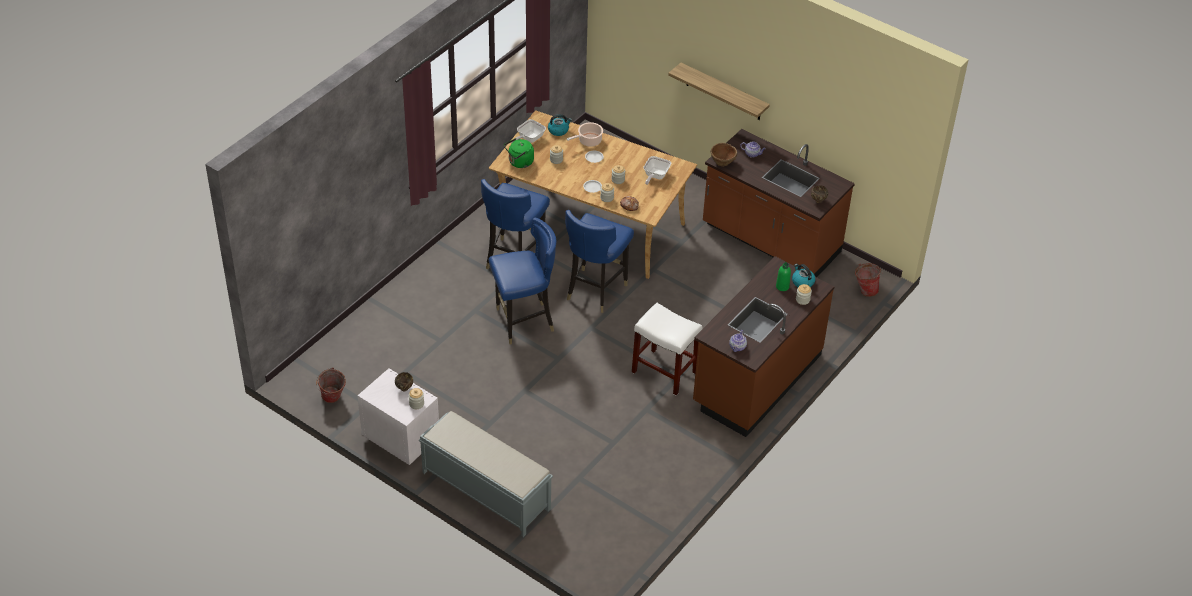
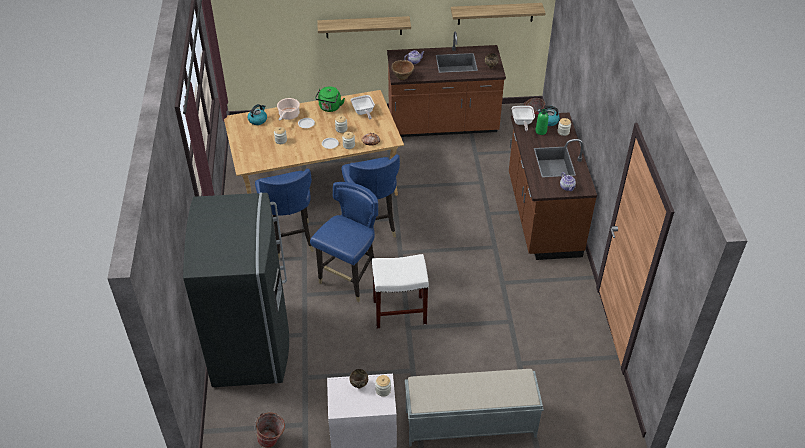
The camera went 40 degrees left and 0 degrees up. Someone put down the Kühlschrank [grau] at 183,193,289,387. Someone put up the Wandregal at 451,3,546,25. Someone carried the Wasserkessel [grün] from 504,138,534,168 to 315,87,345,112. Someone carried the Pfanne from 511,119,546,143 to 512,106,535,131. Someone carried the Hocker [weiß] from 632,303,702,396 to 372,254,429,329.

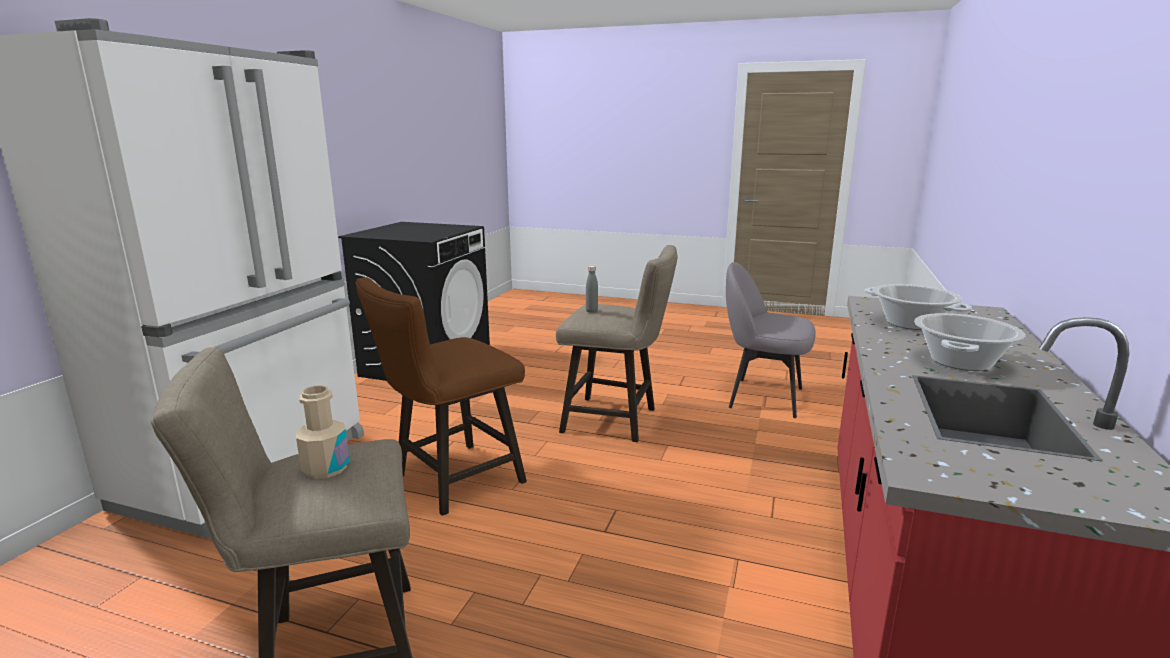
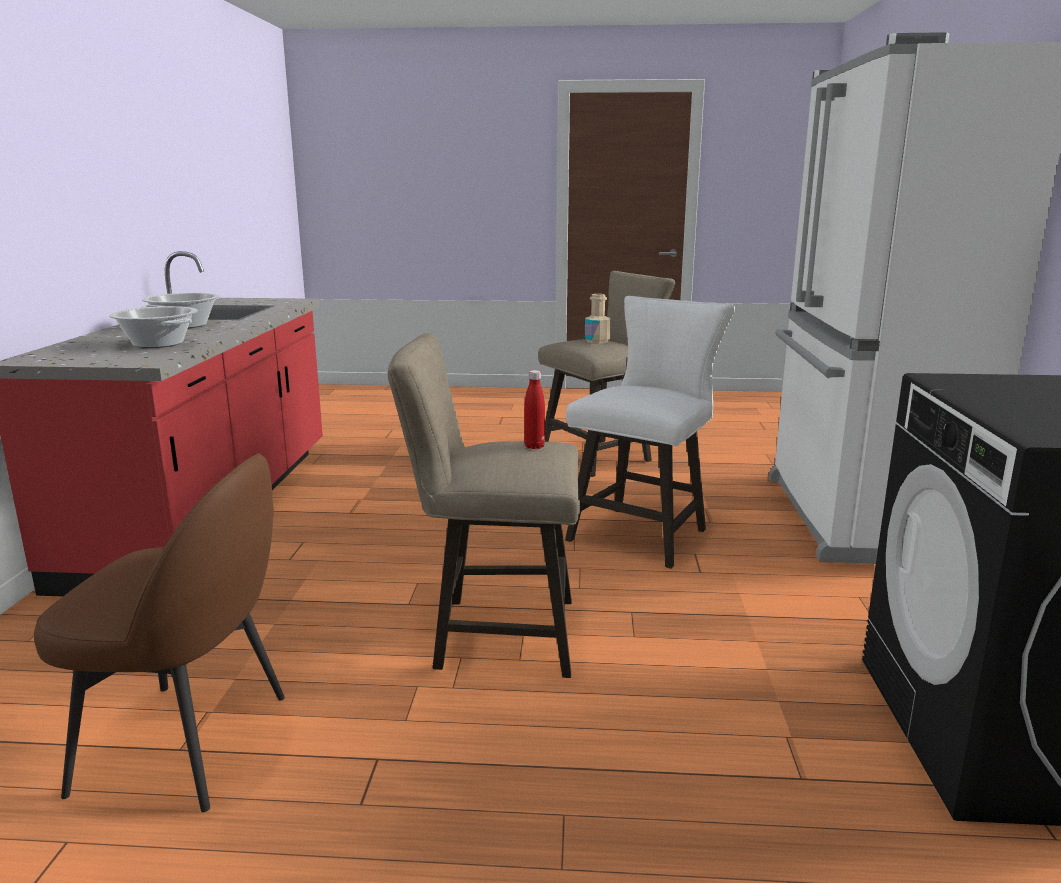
The camera went 165 degrees right and 0 degrees up. Someone repainted the Hocker [braun] at 355,277,527,516, which became the Hocker [weiß] at 565,296,735,569. Someone repainted the Flasche [grau] at 586,266,598,313, which became the Flasche [rot] at 524,370,545,449. Someone repainted the Stuhl [grau] at 726,262,816,418, which became the Stuhl [braun] at 34,453,285,812.

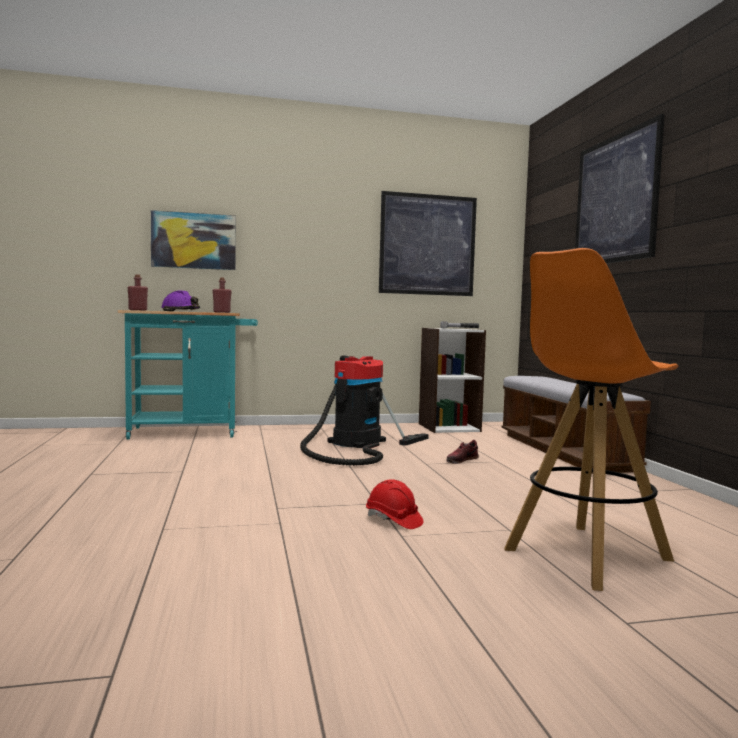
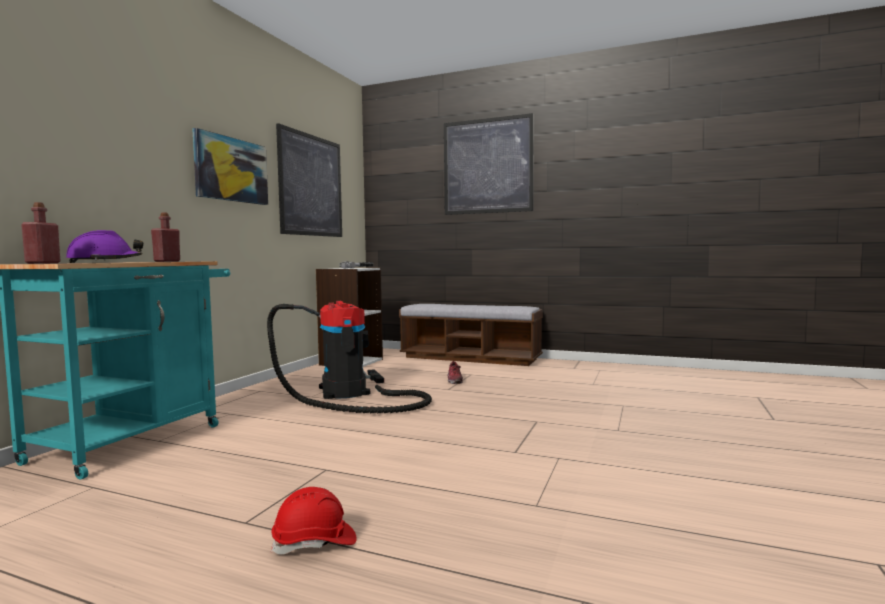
The camera went 55 degrees left and 0 degrees up. Someone took away the Hocker [orange] at 505,248,679,591. Someone carried the Bild from 151,210,236,270 to 192,128,268,205. Someone carried the Schutzhelm [rot] from 366,479,424,529 to 271,487,357,554.

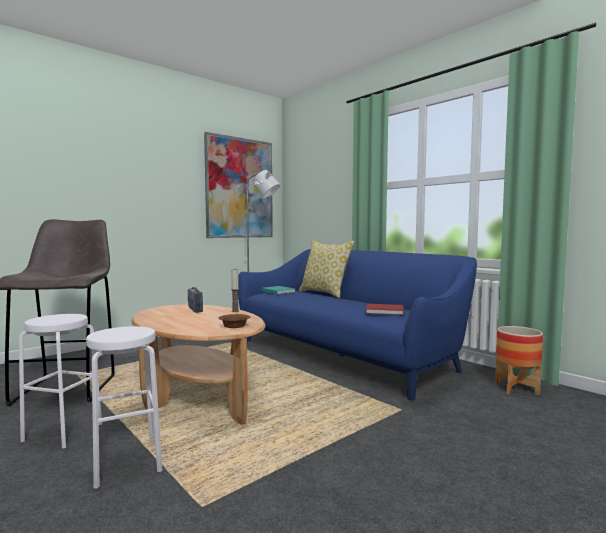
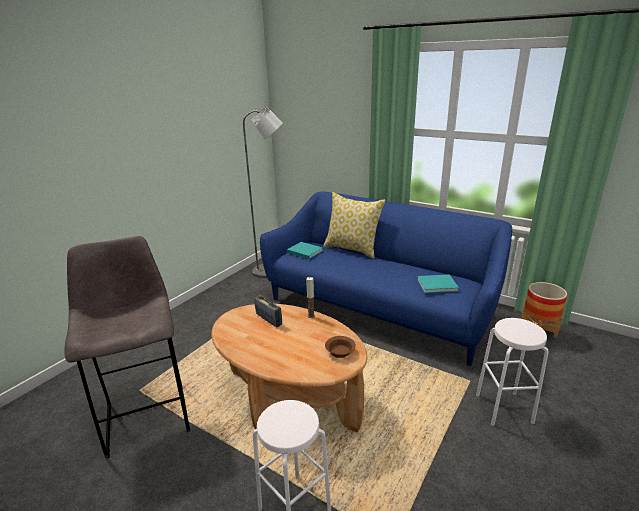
The camera went 15 degrees left and 20 degrees up. Someone took away the Bild at 204,132,273,238. Someone carried the Hocker [weiß] from 19,314,102,449 to 476,318,549,426. Someone repainted the Buch [rot] at 366,304,404,315, which became the Buch [türkis] at 417,275,459,293.

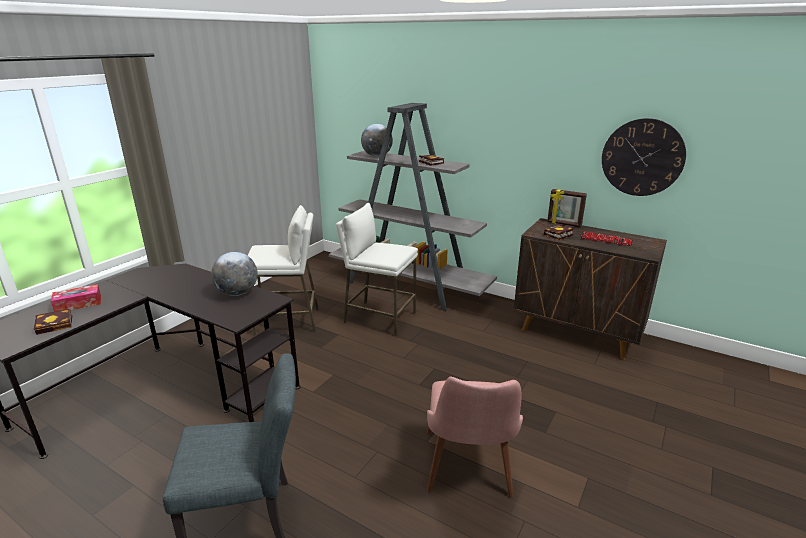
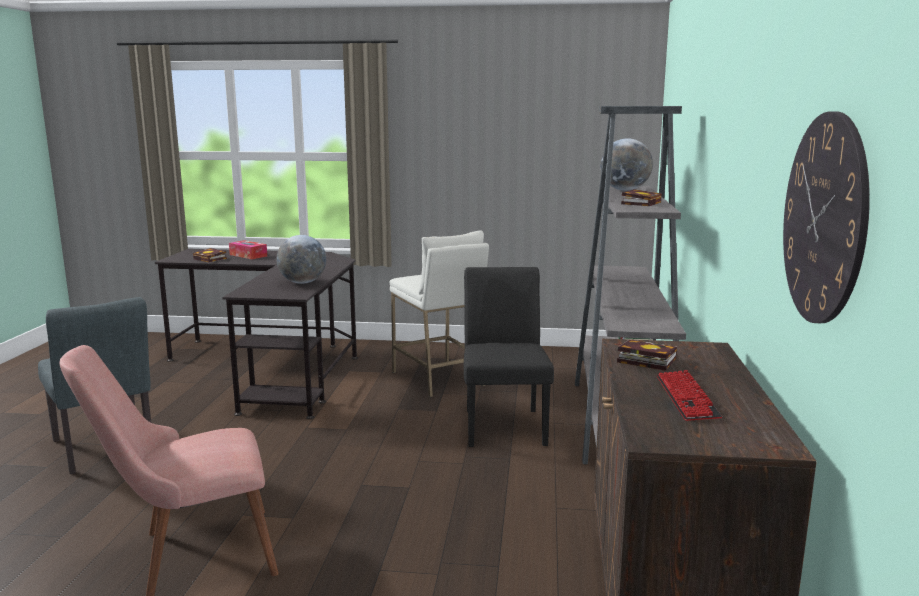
The camera went 65 degrees right and 10 degrees down. Someone took away the Bilderrahmen at 547,189,587,227. Someone swapped the Hocker [weiß] at 336,203,418,336 for the Stuhl [schwarz] at 463,267,554,447.

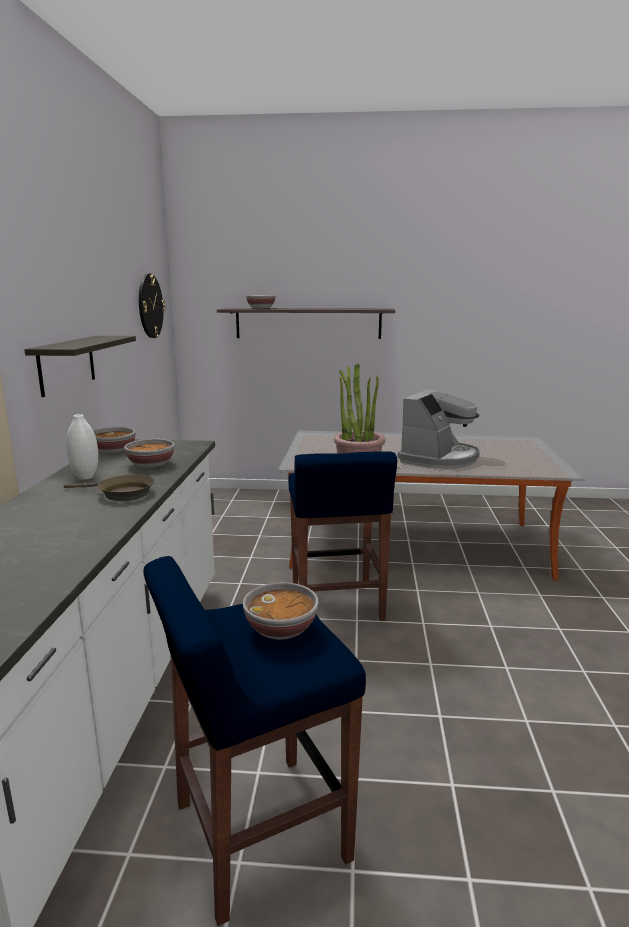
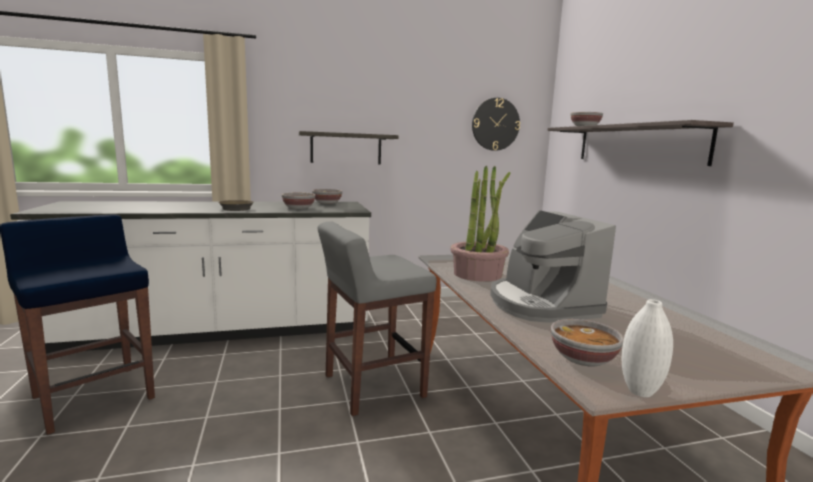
The camera went 70 degrees right and 5 degrees down. Someone carried the Vase [weiß] from 66,414,98,480 to 622,299,673,397. Someone carried the Schüssel from 243,582,319,640 to 551,319,624,367. Someone repainted the Hocker [blau] at 288,451,397,621, which became the Hocker [grau] at 318,221,436,416. Someone rotated the Kaffeemaschine at 398,389,480,469 by 60 degrees clockwise.

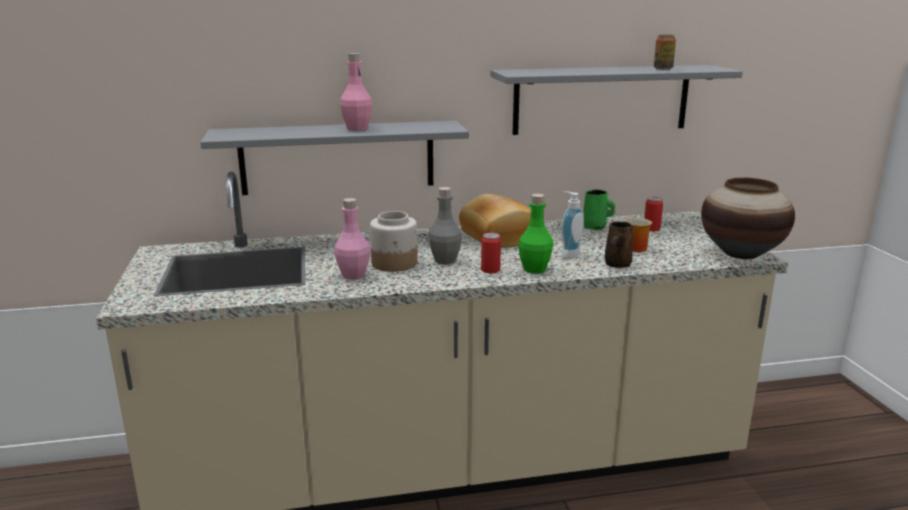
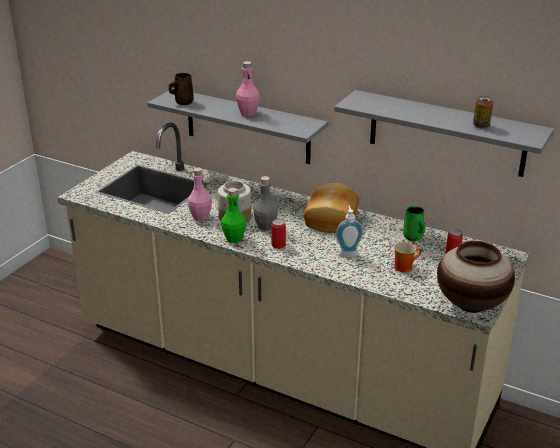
The camera went 40 degrees right and 10 degrees up. Someone carried the Flasche [grün] from 518,194,553,274 to 221,188,247,243. Someone carried the Henkelbecher [braun] from 605,222,633,268 to 169,73,194,105.

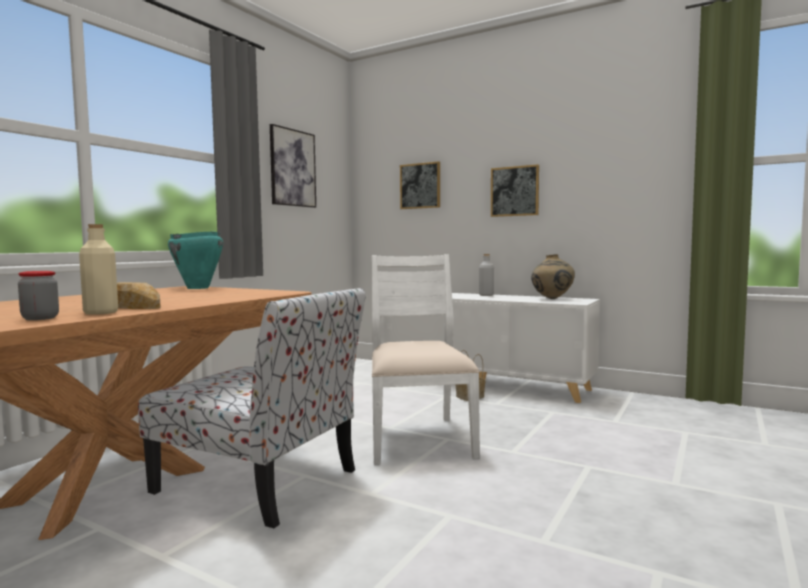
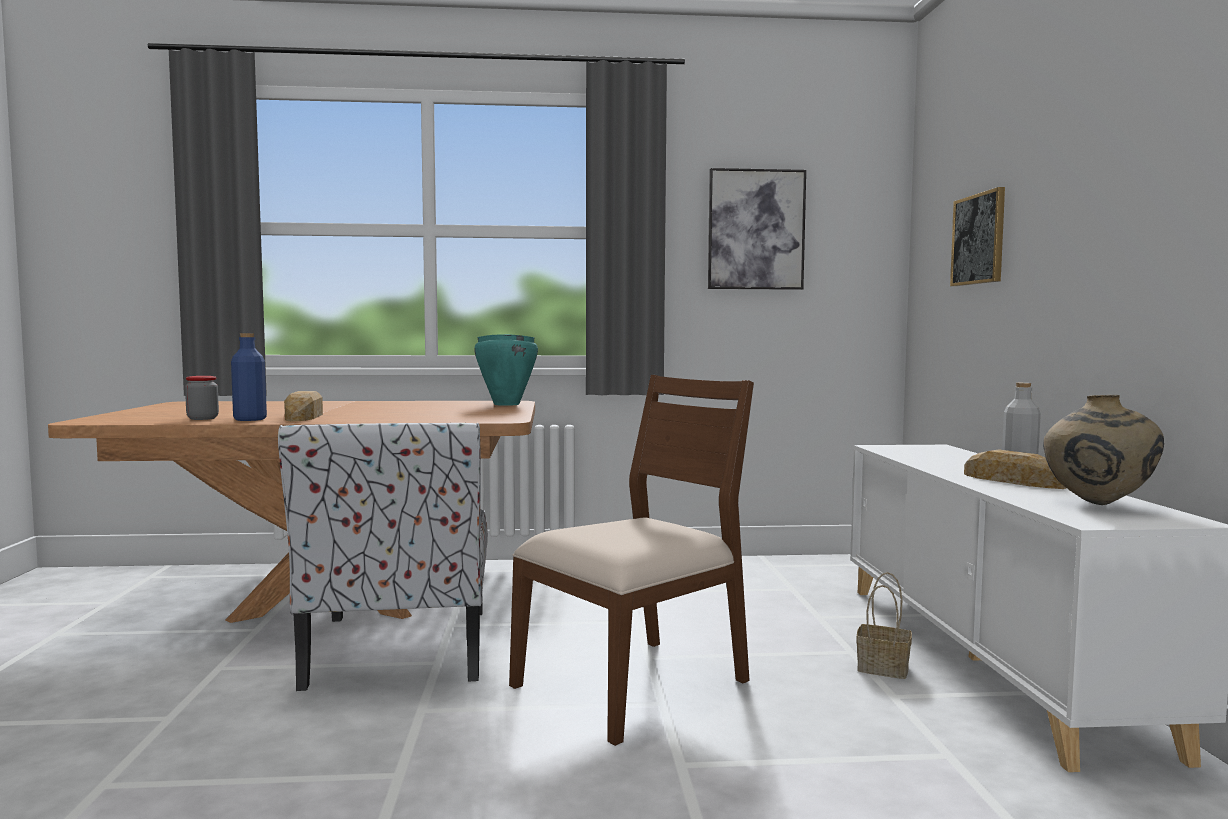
The camera went 55 degrees right and 0 degrees up. Someone took away the Bild at 491,164,539,217. Someone put down the Brot at 964,449,1066,489. Someone repainted the Flasche [beige] at 79,224,118,315, which became the Flasche [blau] at 231,333,267,421. Someone repainted the Stuhl [weiß] at 372,254,480,465, which became the Stuhl [braun] at 509,375,754,746.

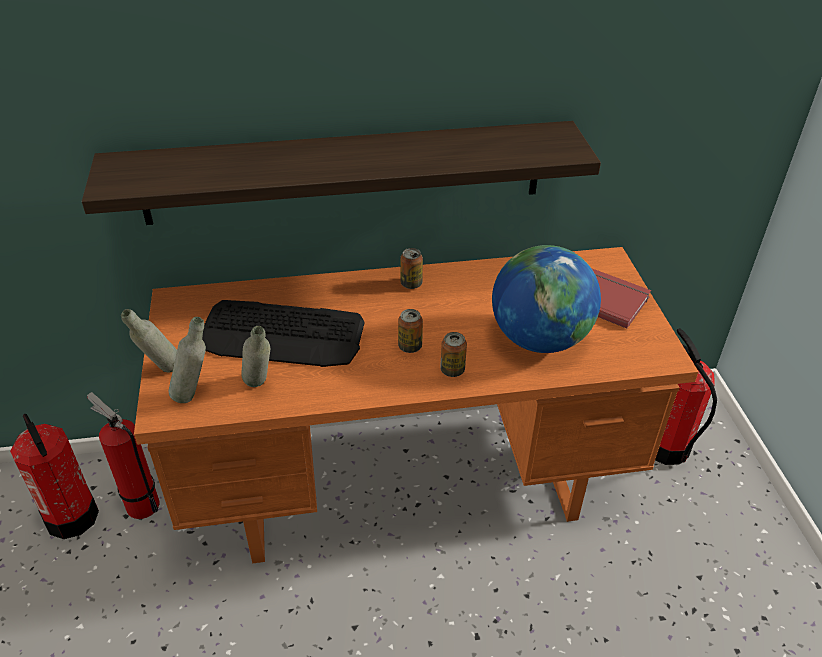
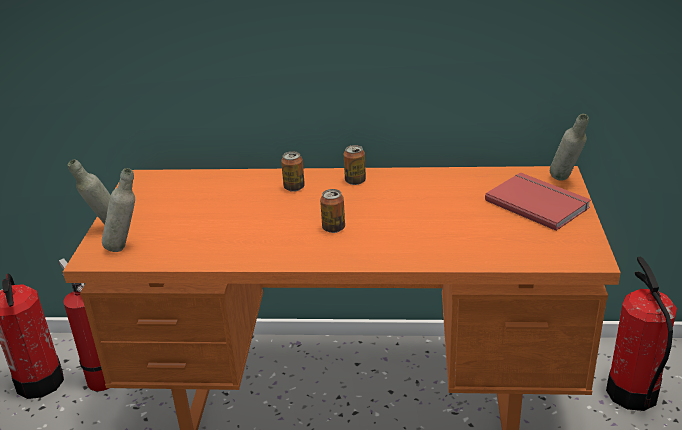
The camera went 15 degrees right and 10 degrees down. Someone took away the Wandregal at 82,121,601,225. Someone took away the Tastatur at 202,300,364,367. Someone took away the Globus at 492,245,601,353. Someone carried the Flasche [grau] from 241,326,270,387 to 550,114,589,181. Someone carried the Dose from 440,332,467,377 to 281,151,305,192.

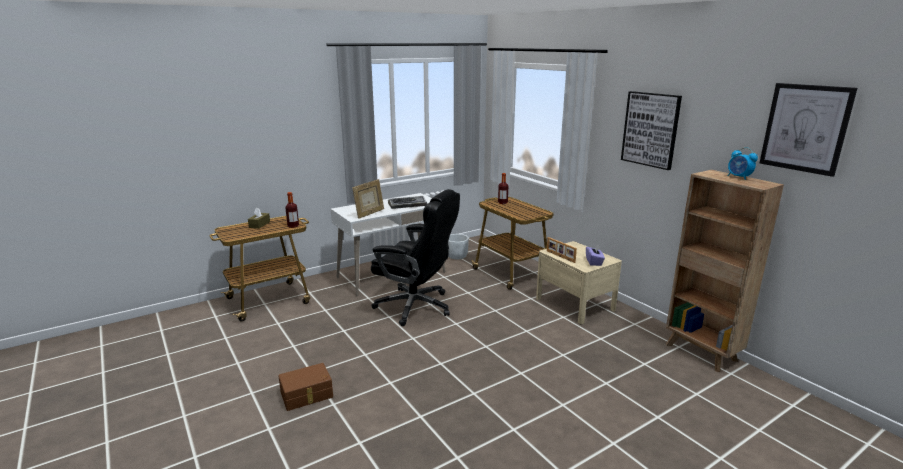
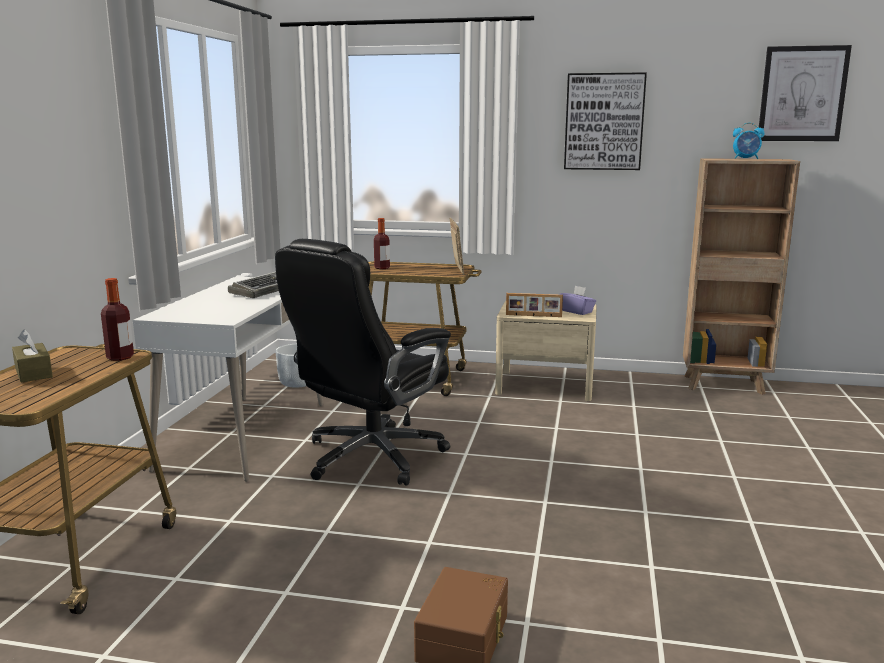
The camera went 45 degrees left and 5 degrees down. Someone carried the Bilderrahmen from 352,179,384,219 to 450,218,464,275. Someone rotated the Bürostuhl [schwarz] at 371,189,460,326 by 150 degrees clockwise.

